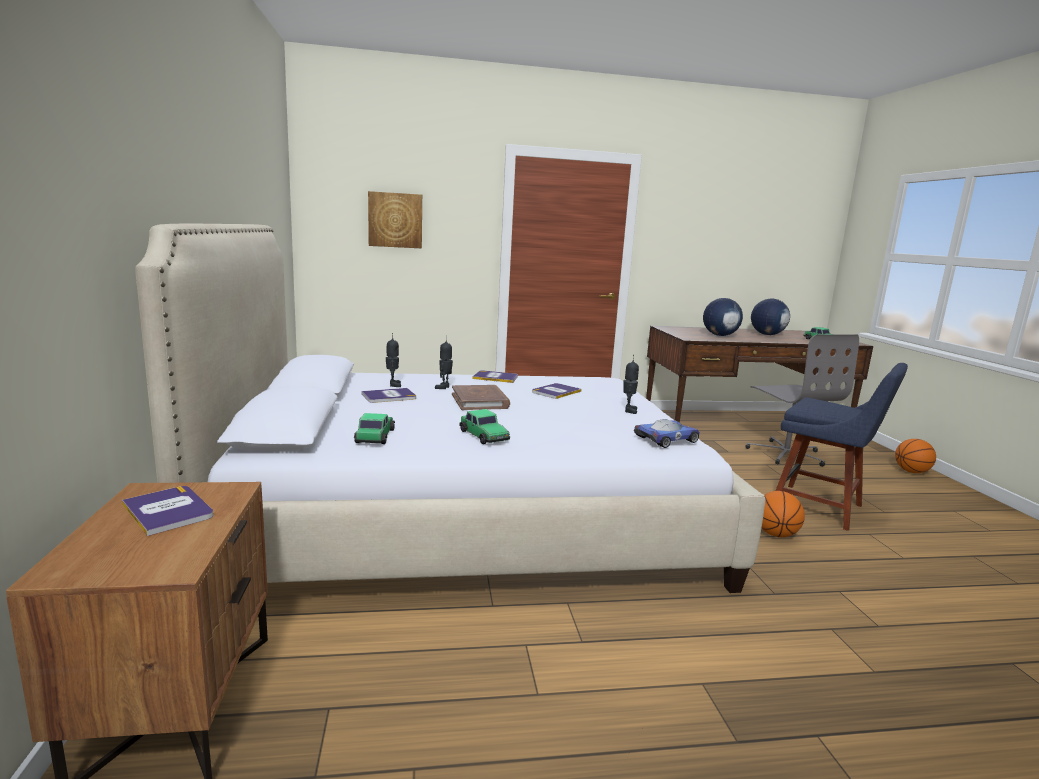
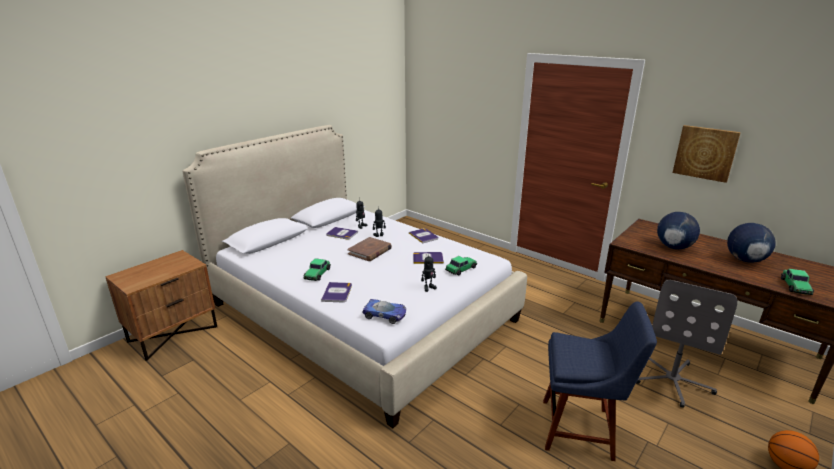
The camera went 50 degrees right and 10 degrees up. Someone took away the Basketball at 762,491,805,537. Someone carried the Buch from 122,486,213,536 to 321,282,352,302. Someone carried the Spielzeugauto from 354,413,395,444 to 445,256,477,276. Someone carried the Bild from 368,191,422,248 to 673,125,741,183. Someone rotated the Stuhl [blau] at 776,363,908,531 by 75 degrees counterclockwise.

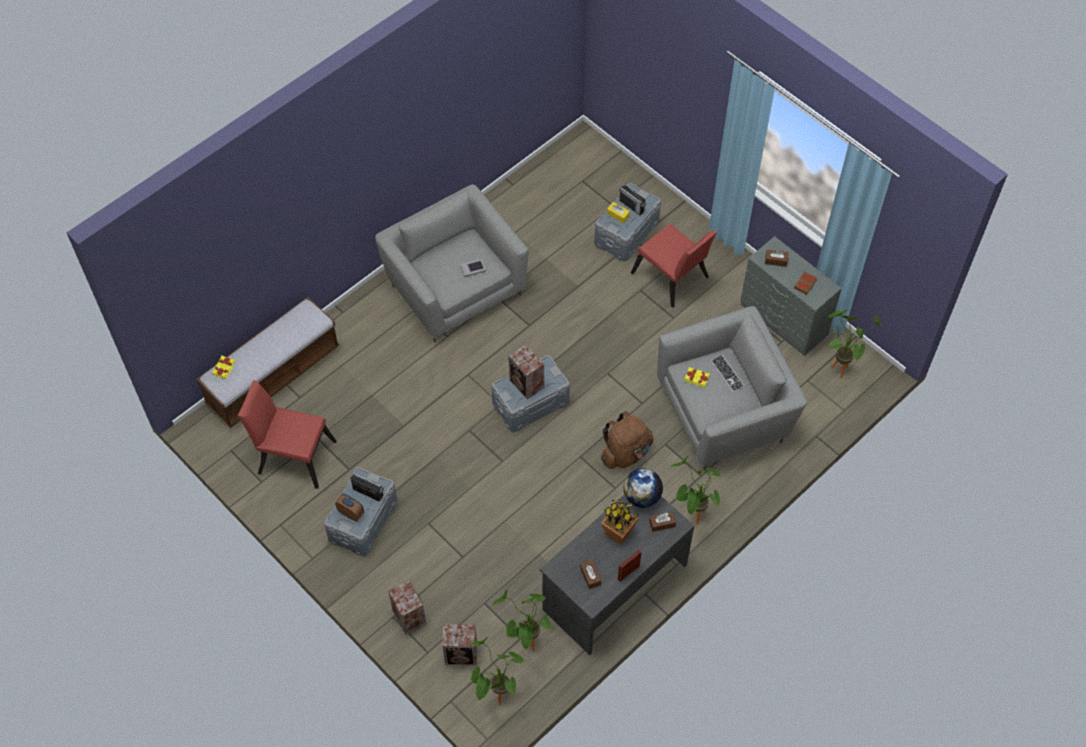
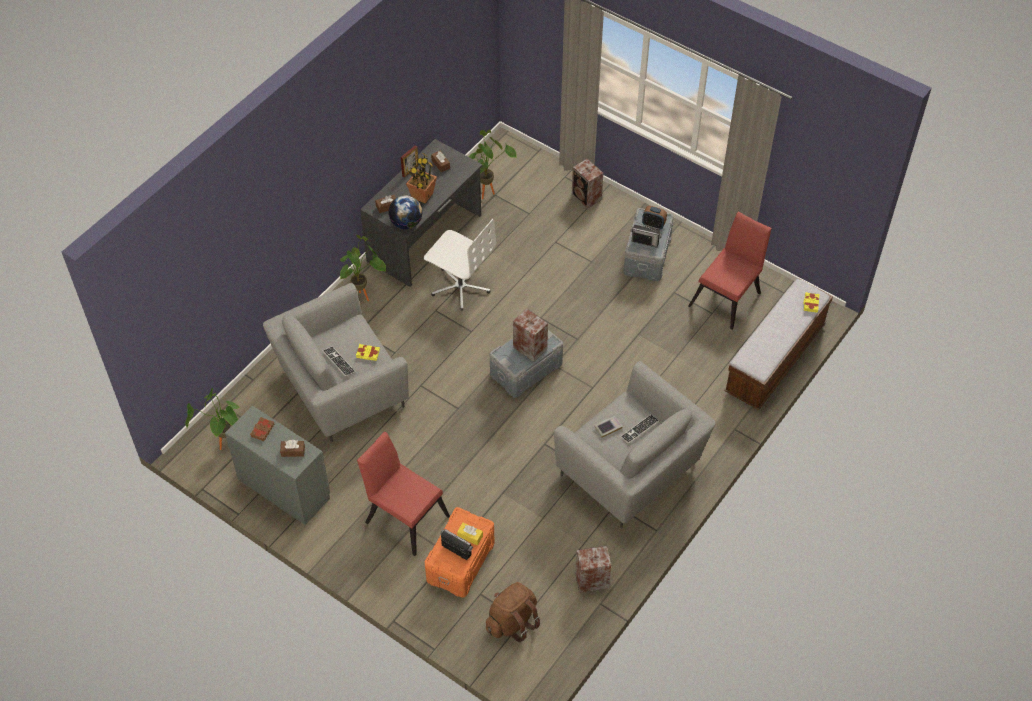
The camera went 170 degrees right and 5 degrees down. Someone took away the Topfpflanze at 470,636,524,706. Someone put down the Bürostuhl [weiß] at 424,219,496,311. Someone put down the Tastatur at 620,414,660,444. Someone carried the Lautsprecher from 442,624,477,665 to 575,546,611,592. Someone carried the Rucksack [braun] from 601,411,653,469 to 486,582,540,642. Someone repainted the Aufbewahrungsbox [grau] at 594,183,661,262, which became the Aufbewahrungsbox [orange] at 425,507,495,598. Someone rotated the Stuhl [rot] at 238,380,337,489 by 60 degrees counterclockwise.

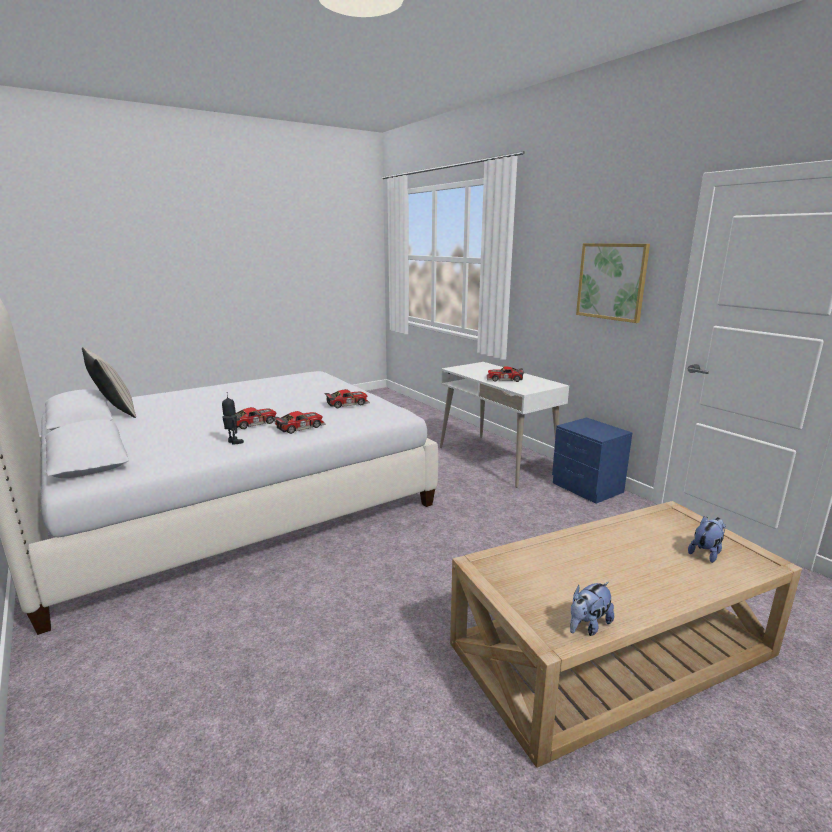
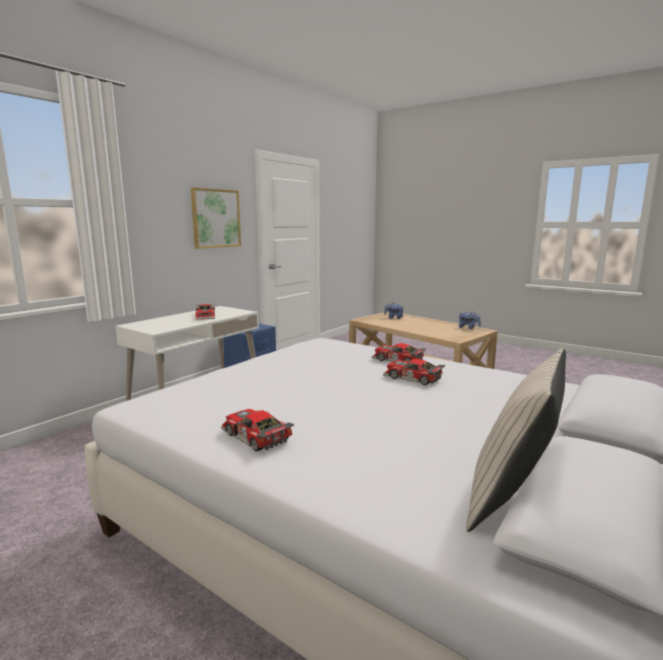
The camera went 110 degrees left and 5 degrees down. Someone took away the Spielzeugroboter at 222,395,244,445. Someone carried the Spielzeugauto from 324,389,370,408 to 221,409,294,452.

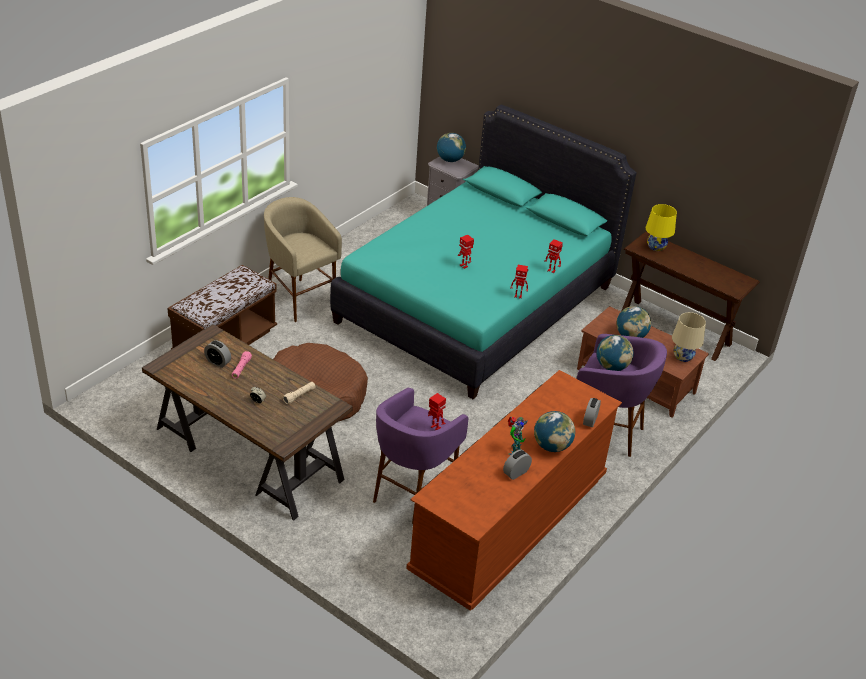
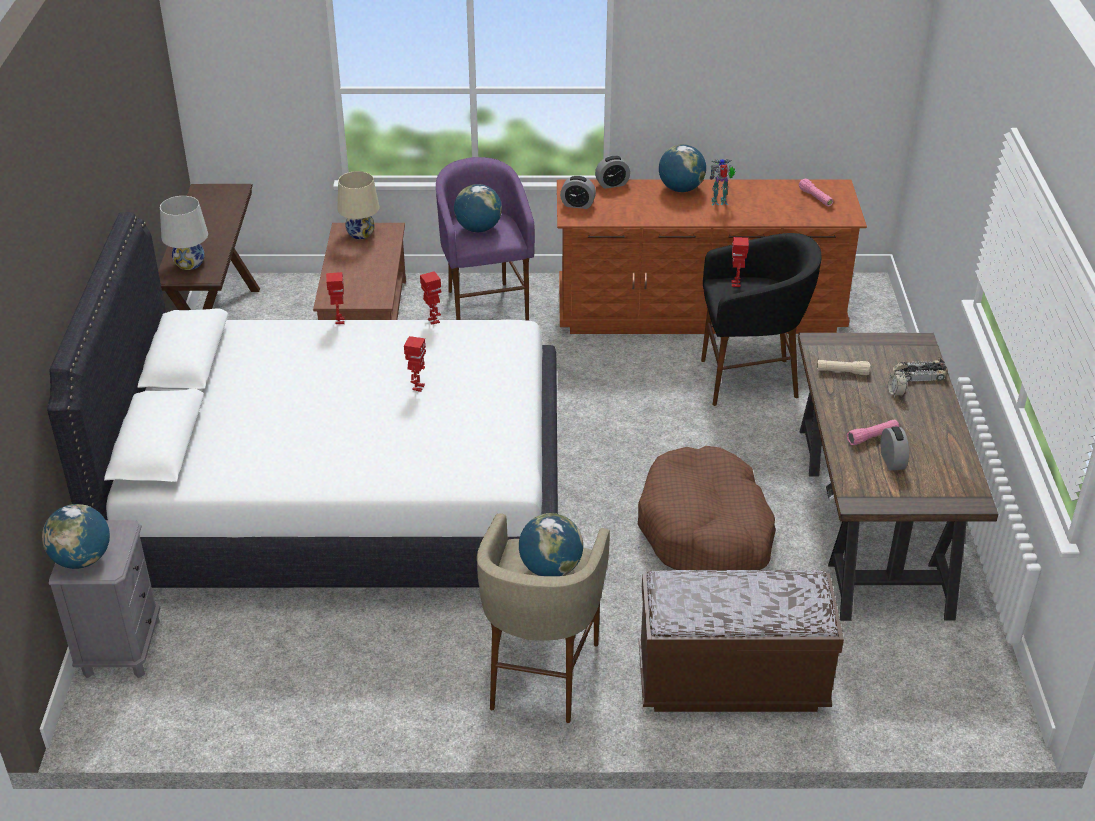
The camera went 125 degrees left and 0 degrees up. Someone put down the Taschenlampe [rosa] at 799,178,833,206. Someone put down the Spielzeugauto at 893,357,948,382. Someone carried the Wecker from 503,450,532,480 to 560,176,596,209. Someone carried the Globus from 616,306,651,338 to 519,513,583,576. Someone repainted the Bett [türkis] at 330,104,637,399, which became the Bett [weiß] at 47,212,558,588. Someone repainted the Hocker [lila] at 373,388,468,524, which became the Hocker [schwarz] at 701,233,822,406. Someone repainted the Tischlampe [gelb] at 646,204,677,251, which became the Tischlampe [weiß] at 160,196,208,270.

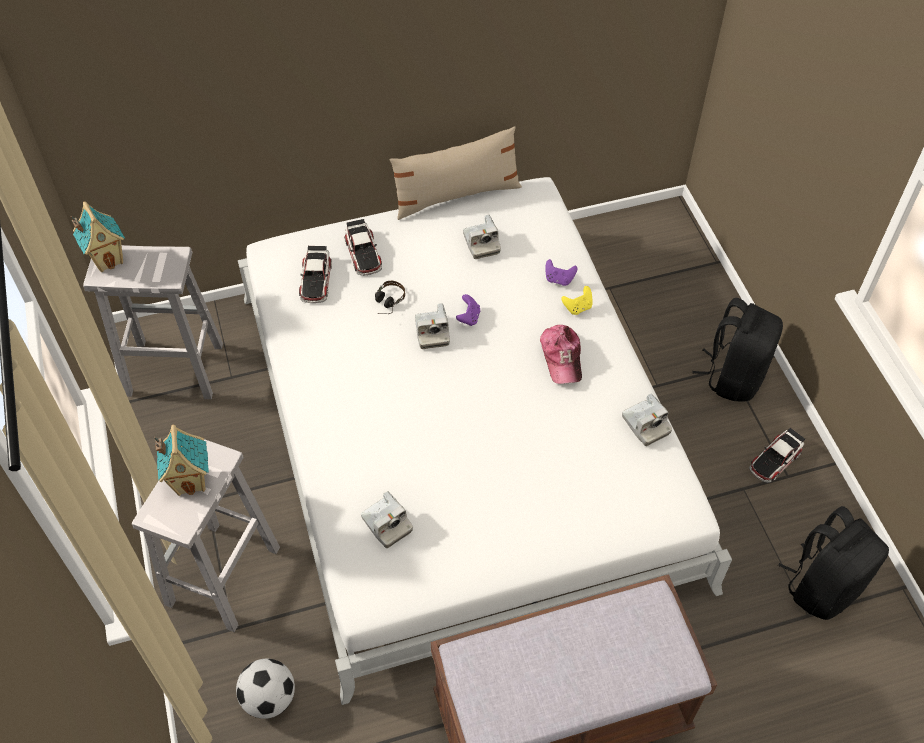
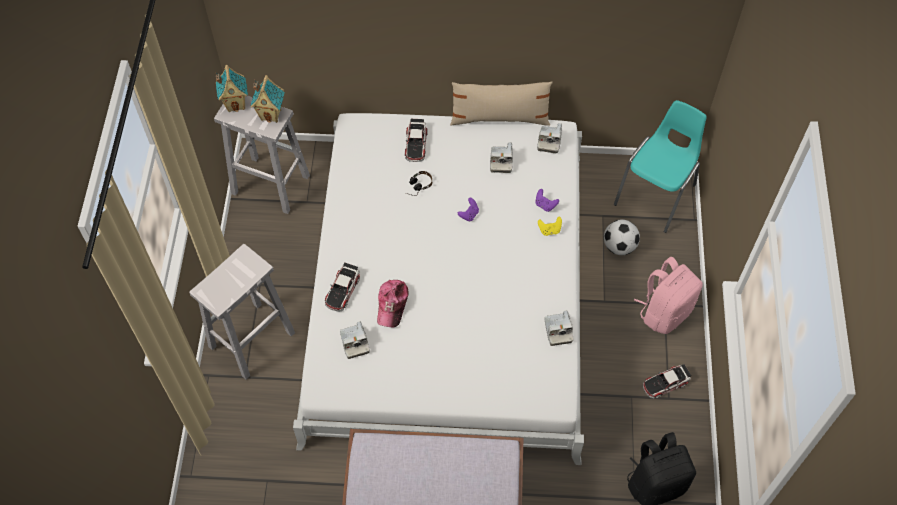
The camera went 20 degrees right and 5 degrees up. Someone put down the Stuhl [türkis] at 614,100,707,233. Someone carried the Spielzeughaus from 154,424,209,496 to 250,75,285,123. Someone carried the Fußball from 236,659,295,719 to 604,220,640,255. Someone carried the Spielzeugauto from 299,246,332,303 to 325,262,360,311. Someone carried the Kamera from 415,303,450,349 to 537,123,562,153. Someone carried the Kappe from 540,325,582,384 to 377,280,409,327. Someone repainted the Rucksack [schwarz] at 692,298,783,402, which became the Rucksack [rosa] at 634,257,703,334.

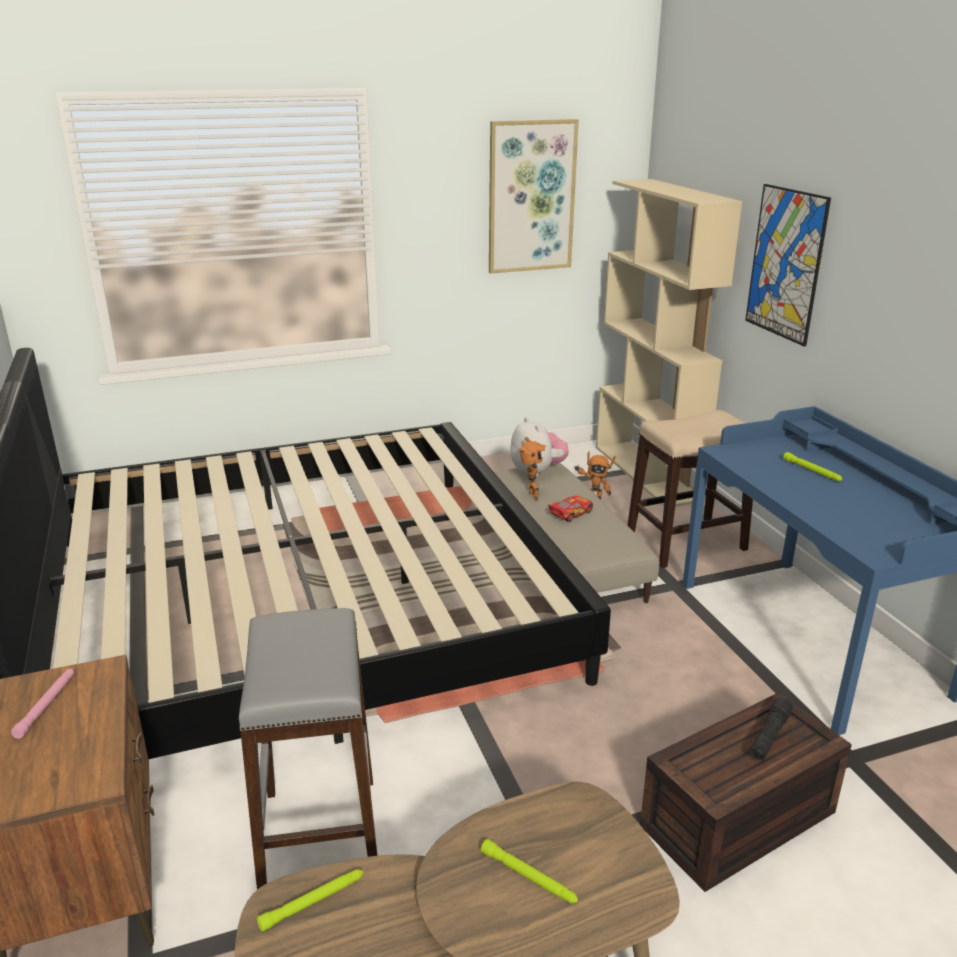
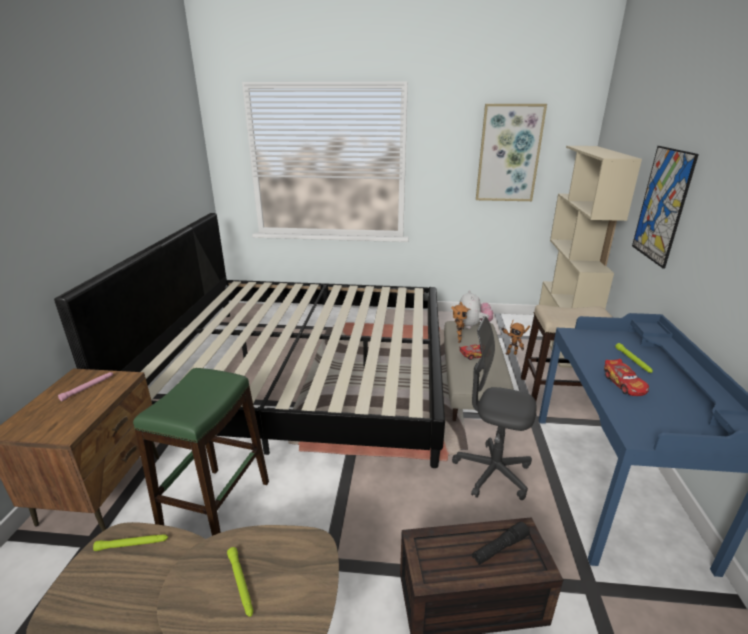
The camera went 25 degrees right and 0 degrees up. Someone put down the Bürostuhl [grau] at 452,316,536,500. Someone put down the Spielzeugauto at 604,359,649,396. Someone repainted the Hocker [grau] at 239,608,378,890, which became the Hocker [grün] at 133,368,269,536.

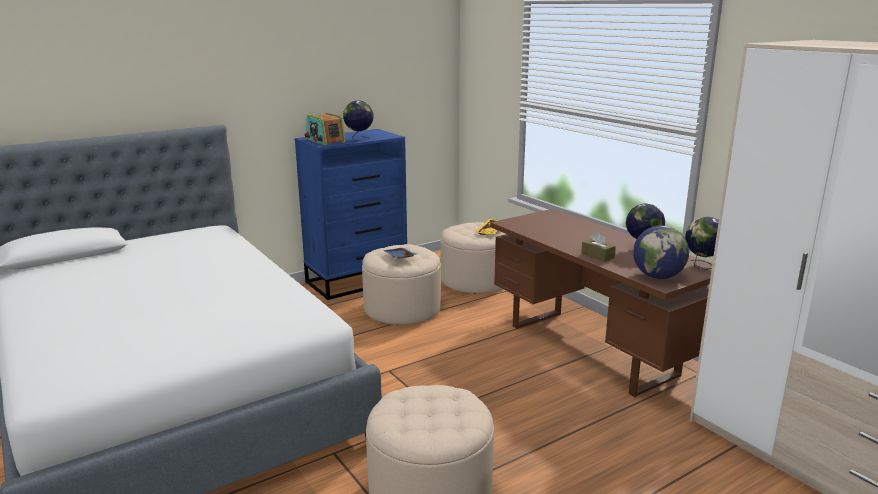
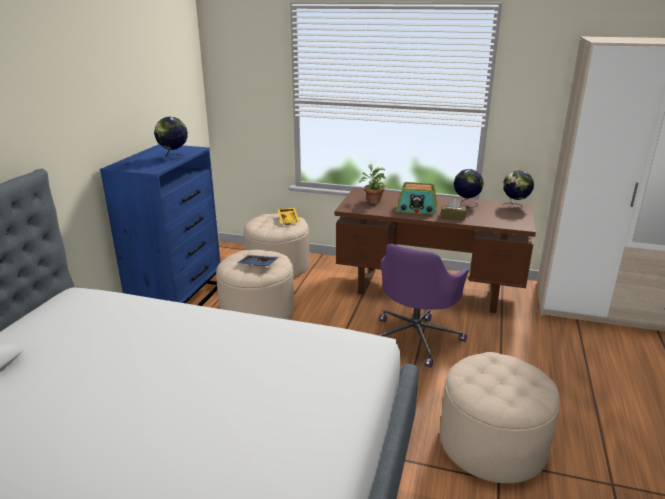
The camera went 40 degrees left and 5 degrees up. Someone took away the Globus at 633,226,689,279. Someone put down the Topfpflanze at 359,164,386,204. Someone put down the Bürostuhl [lila] at 378,244,469,368. Someone carried the Radio from 305,113,346,145 to 396,182,437,215.

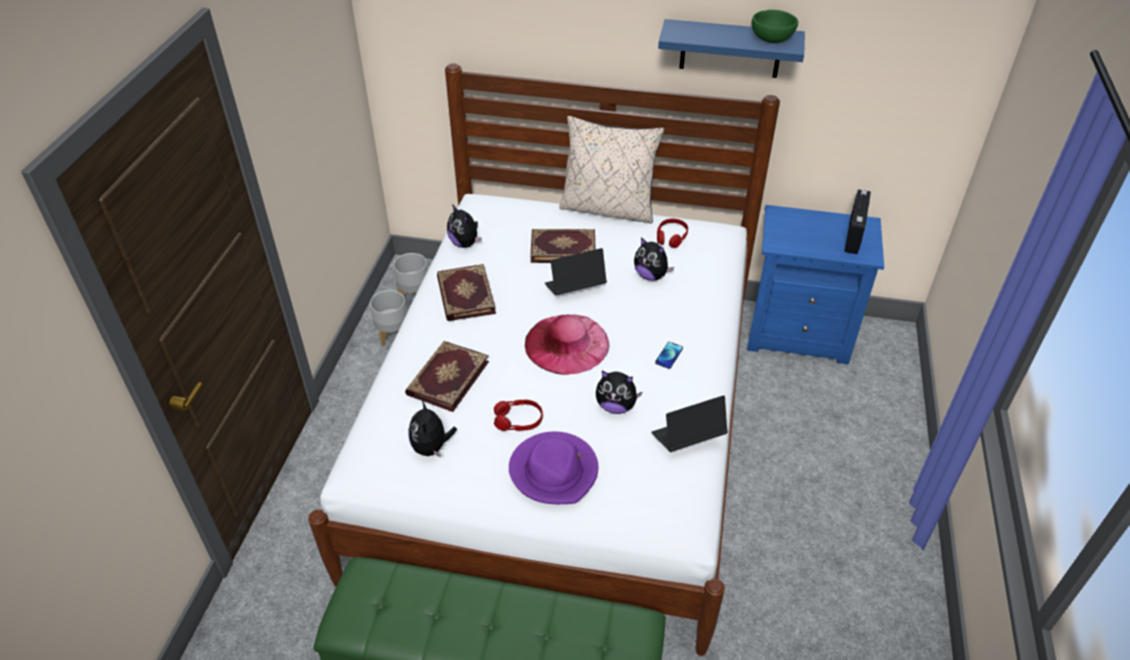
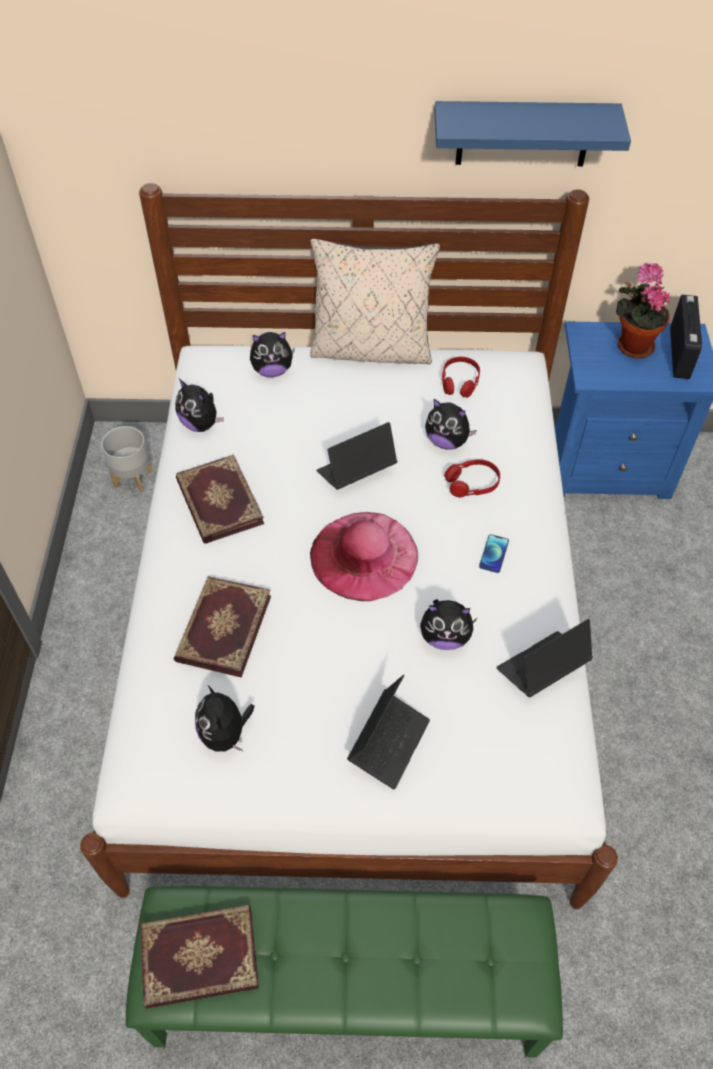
The camera went 10 degrees left and 10 degrees up. Someone took away the Pflanzkübel [grau] at 370,290,407,346. Someone took away the Schüssel [grün] at 752,10,798,43. Someone put down the Plüschtier at 250,332,295,377. Someone put down the Topfpflanze at 616,263,670,359. Someone carried the Kopfhörer [rot] from 494,400,543,431 to 444,459,500,497. Someone carried the Buch from 530,229,596,263 to 141,905,259,1009. Someone swapped the Hut [lila] at 509,431,598,504 for the Laptop at 347,674,430,789.

